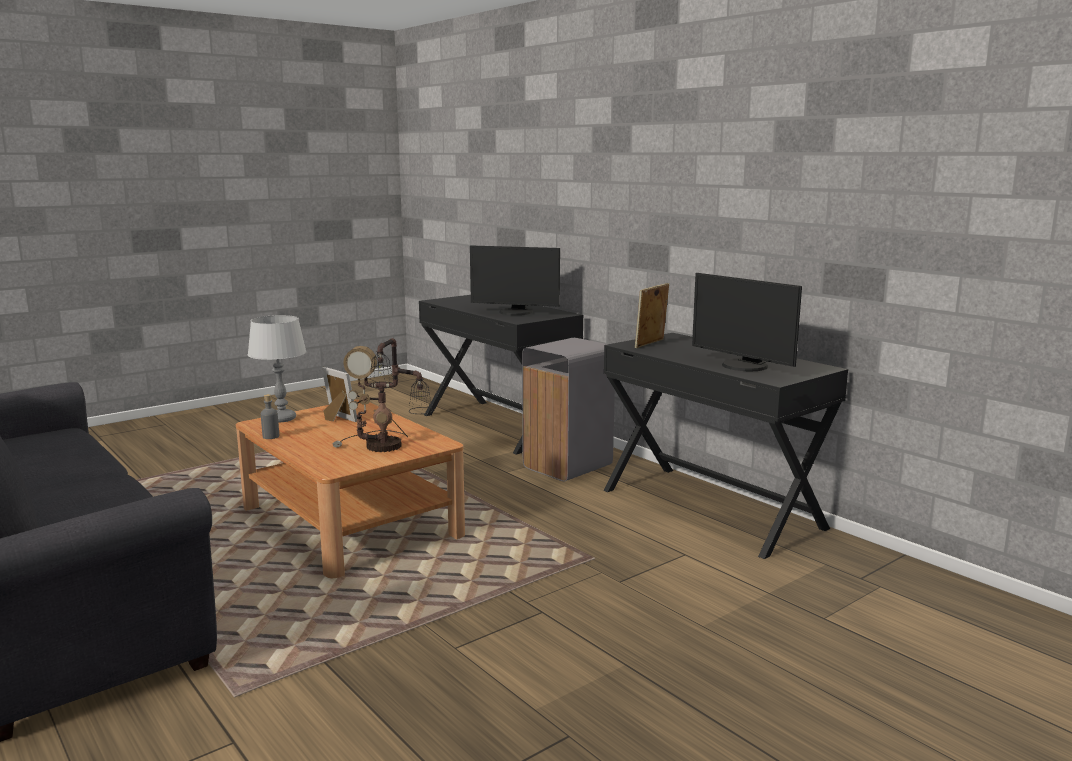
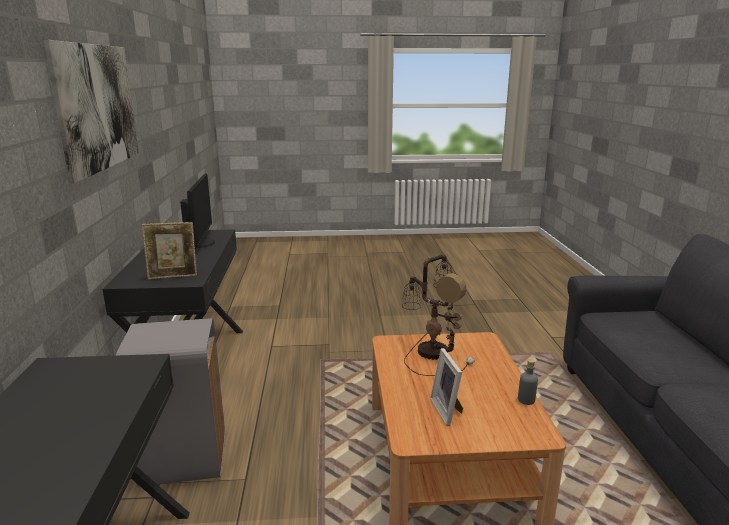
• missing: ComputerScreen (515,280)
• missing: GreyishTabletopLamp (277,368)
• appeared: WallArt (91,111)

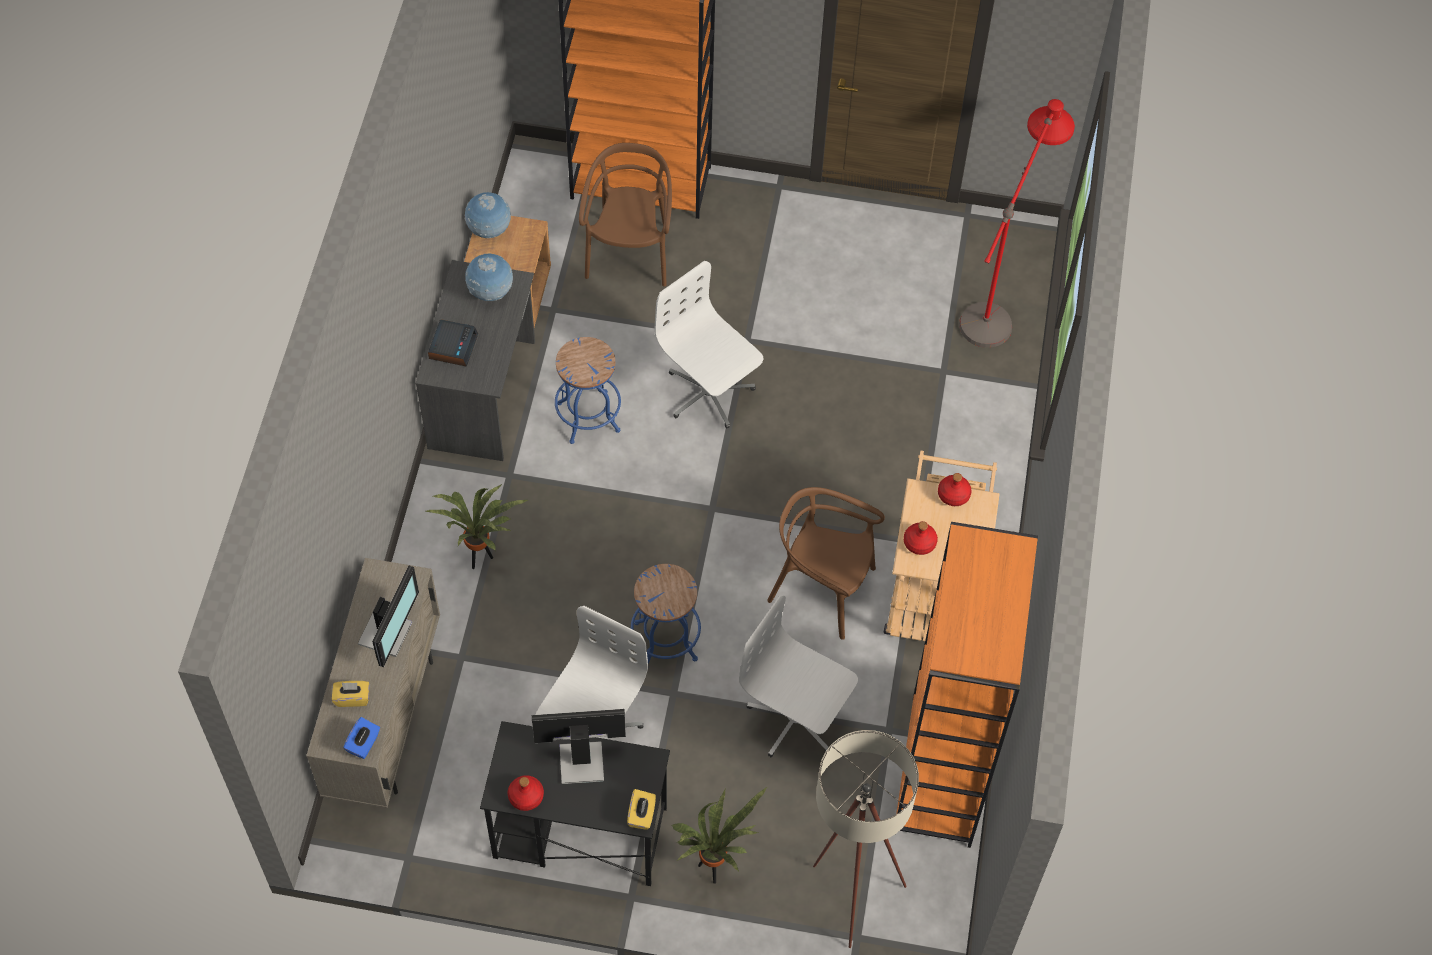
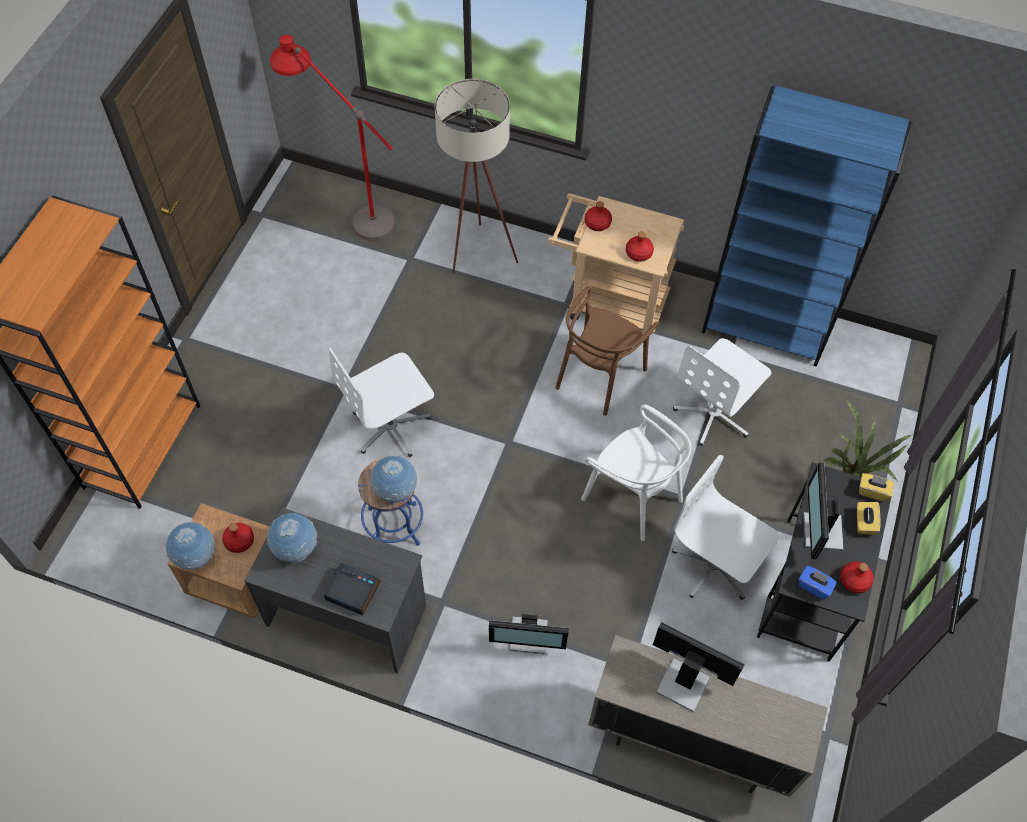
• missing: BrownishUprightChair (625,215)
• exchanged: PottedPlant (477,526) to ComputerScreen (529,634)
• colour: OrangeyShelvingUnit (966,685) to BlueColouredShelvingUnit (807,226)
• exchanged: BlueColouredSittingStool (666,614) to WhiteUprightChair (636,472)
• relocated: YellowishTissueBox (350,694) to (868,518)
• relocated: BlueColouredTissueBox (361,738) to (818,582)
• relocated: BeigeColouredStandardLamp (866,839) to (476,176)
• appeared: WorldGlobe (393,479)
• appeared: RedColouredBeverageBottle (238,538)

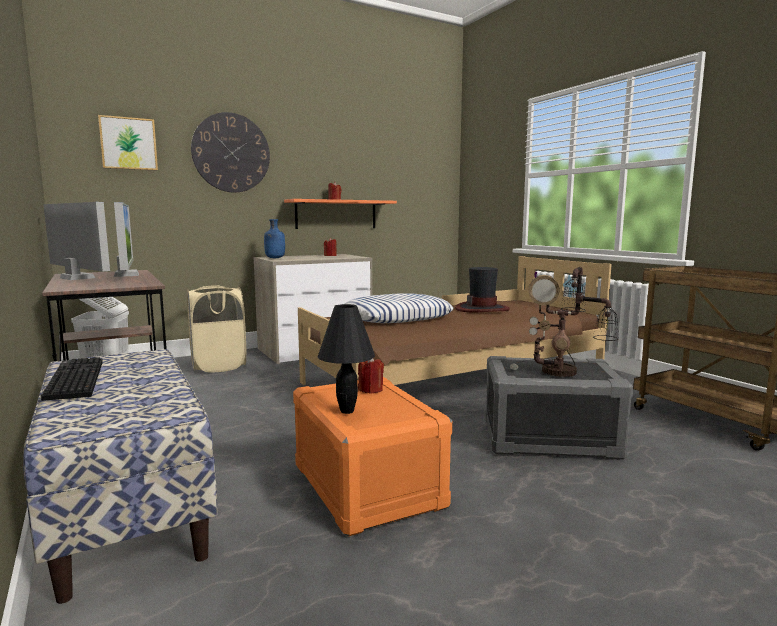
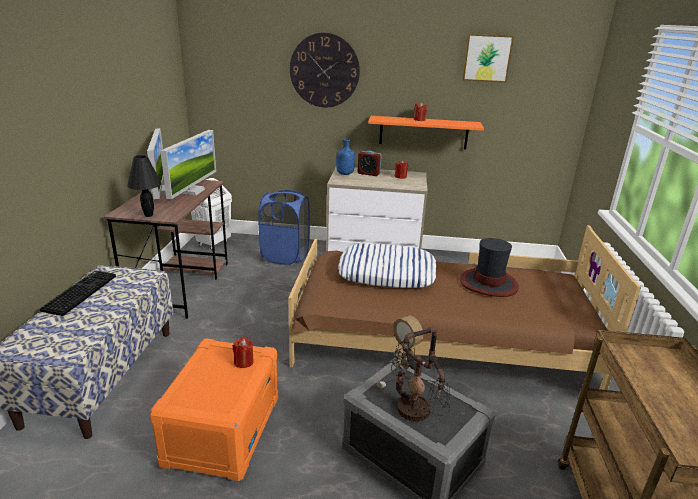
• relocated: WallArt (128,143) to (488,58)
• colour: BeigeColouredLaundryBasket (216,329) to BlueColouredLaundryBasket (284,227)
• relocated: BlackTabletopLamp (346,359) to (144,186)
• appeared: BedsideClock (369,163)

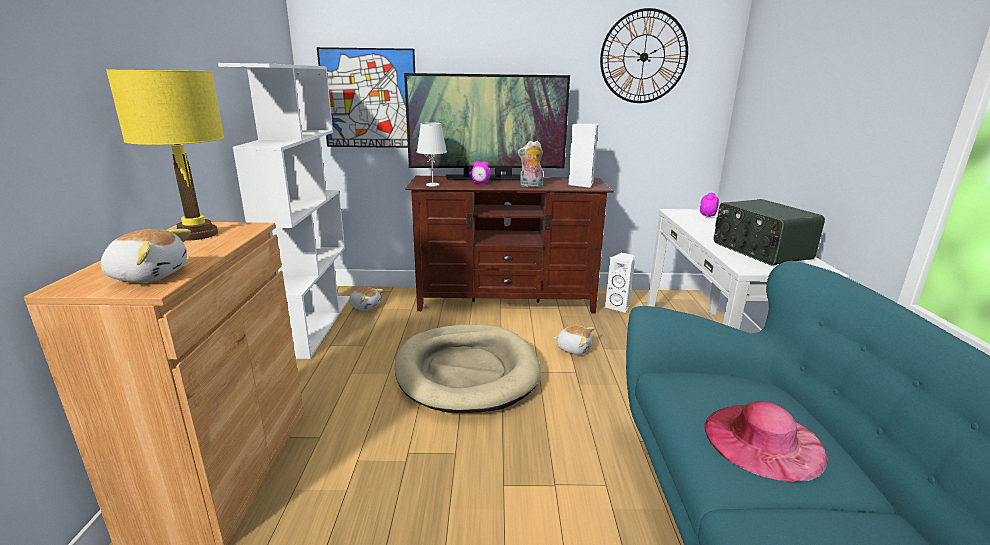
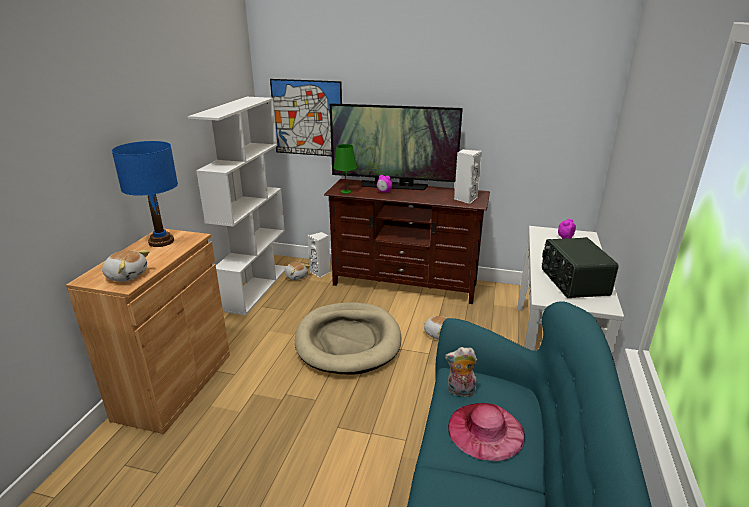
• missing: HangingClock (644,55)
• colour: YellowishTabletopLamp (165,155) to BlueColouredTabletopLamp (145,194)
• colour: WhiteTabletopLamp (432,155) to GreenColouredTabletopLamp (345,169)
• relocated: PlushToy (530,164) to (461,372)
• relocated: WhiteLoudspeaker (620,283) to (319,255)

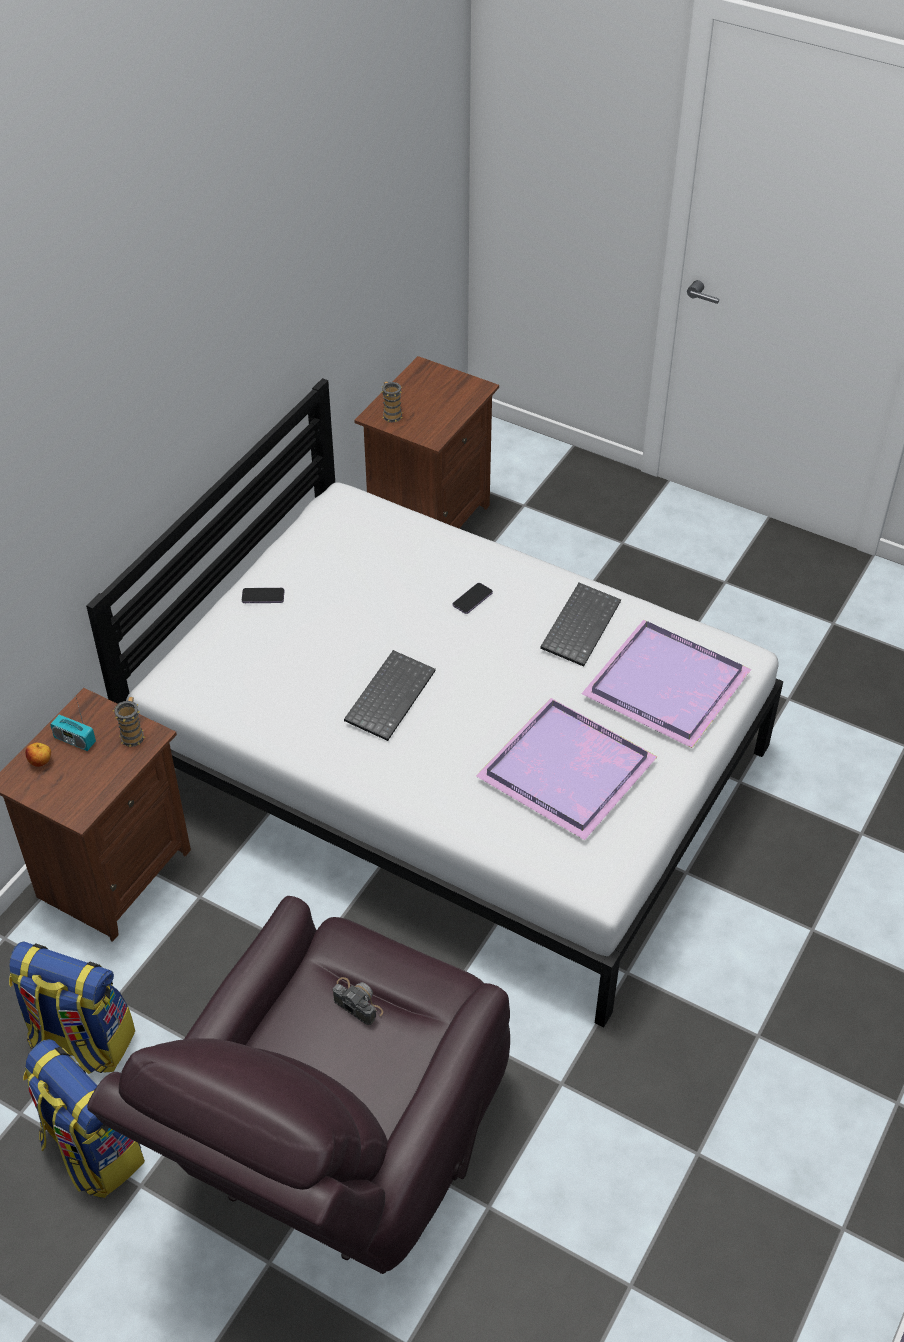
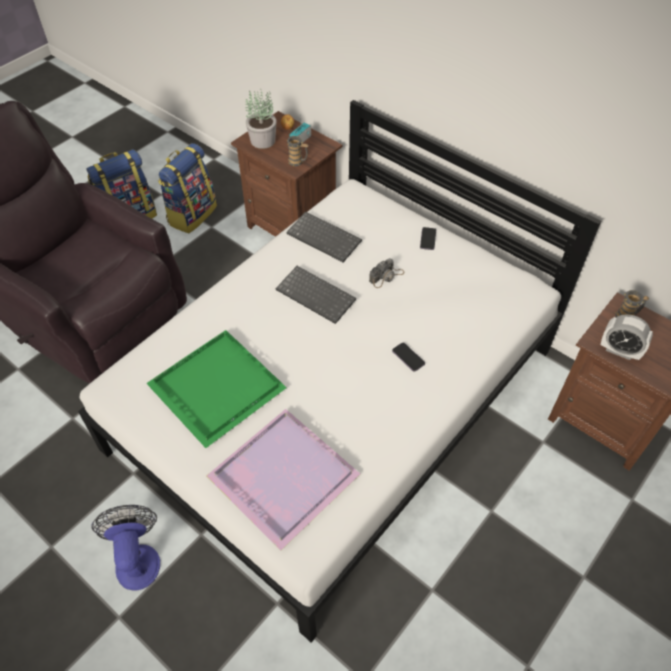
• relocated: PcKeyboard (580,625) to (324,237)
• colour: PurplishServingTray (566,769) to GreenColouredServingTray (216,389)
• relocated: StillCamera (358,1001) to (387,273)
• appeared: PottedPlant (261,119)
• appeared: BedsideClock (627,337)
• appeared: CoolingFan (125,547)

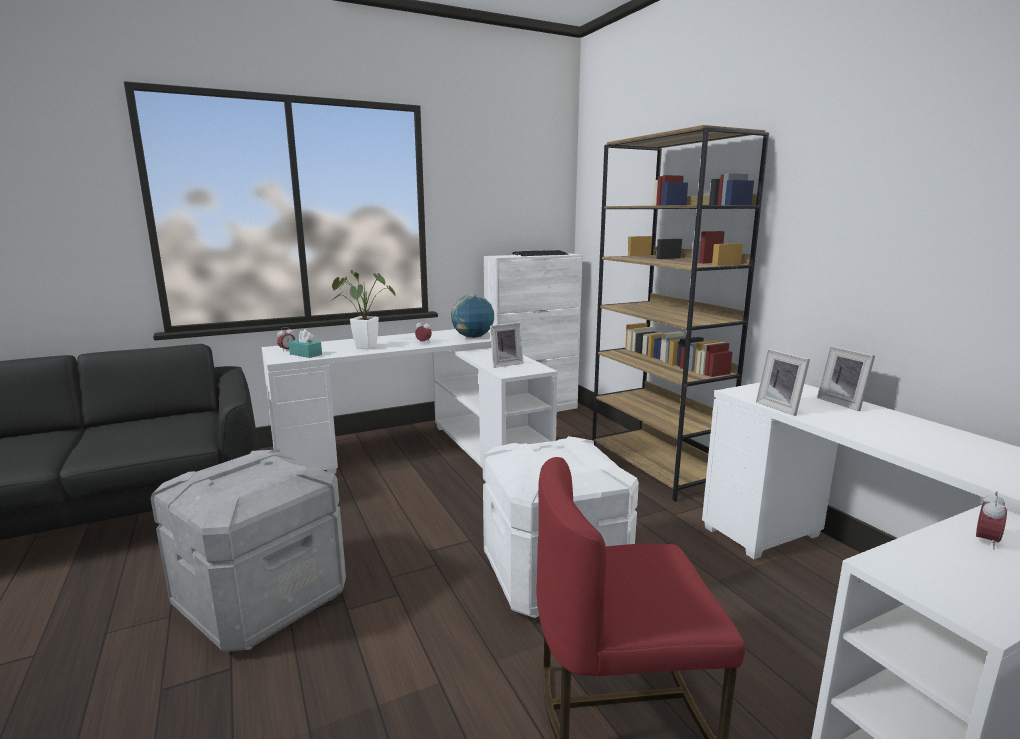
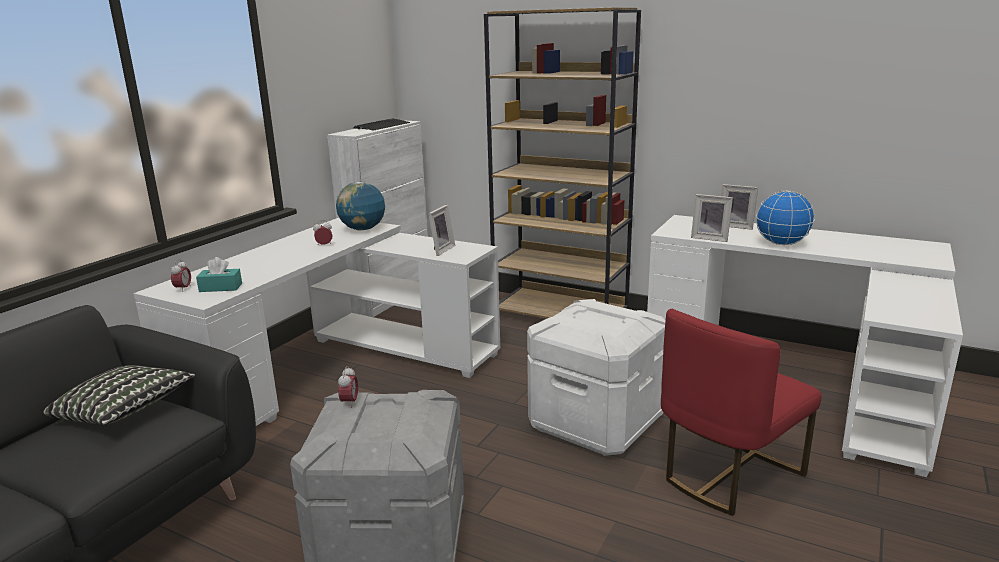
• missing: PottedPlant (363,309)
• relocated: BedsideClock (991,520) to (348,387)
• appeared: WorldGlobe (785,217)
• appeared: Pillow (119,395)

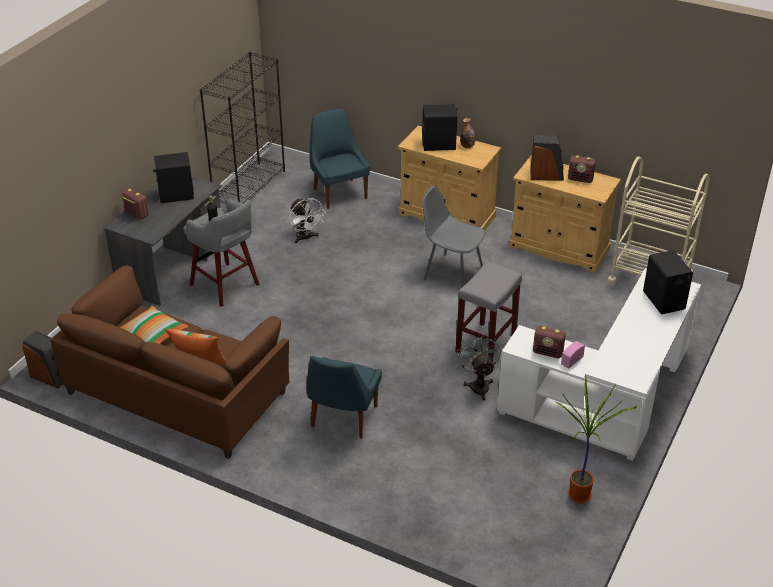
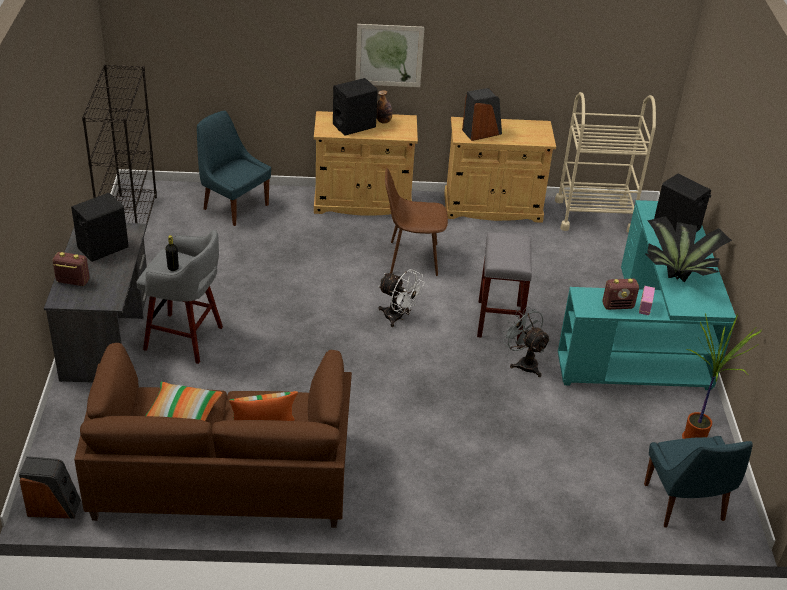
• missing: RadioSet (582,169)
• colour: GreyishUprightChair (454,236) to BrownishUprightChair (416,222)
• relocated: WhiteCoolingFan (307,220) to (401,298)
• colour: WhiteDeskTable (599,364) to TurquoiseColouredDeskTable (647,295)
• relocated: BlueColouredUprightChair (344,397) to (698,482)
• appeared: WallArt (389,55)
• appeared: PottedPlant (689,249)

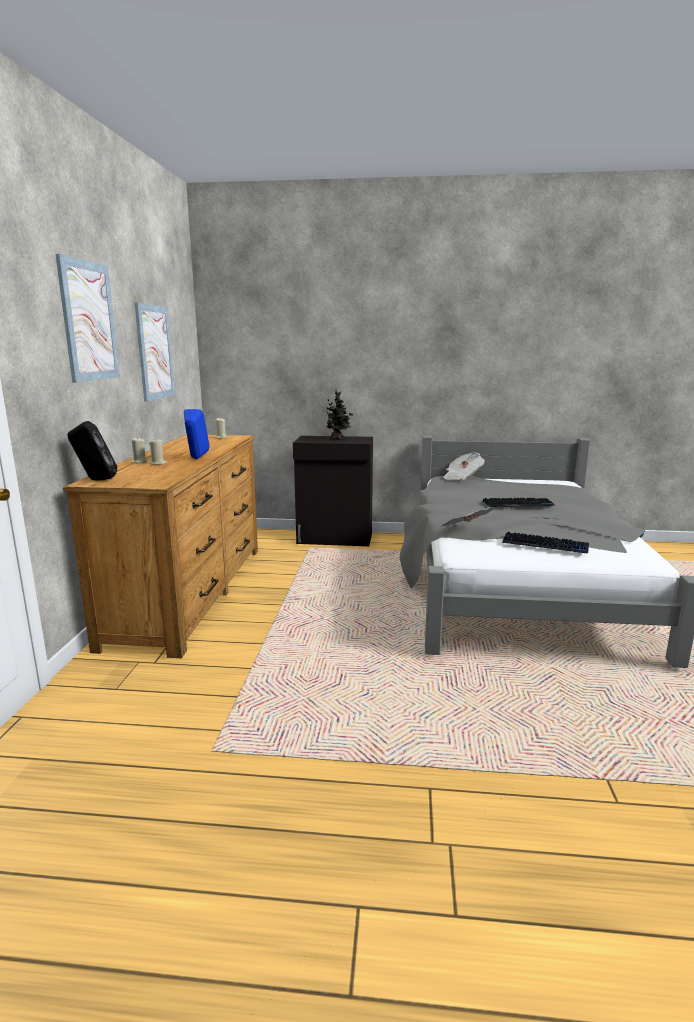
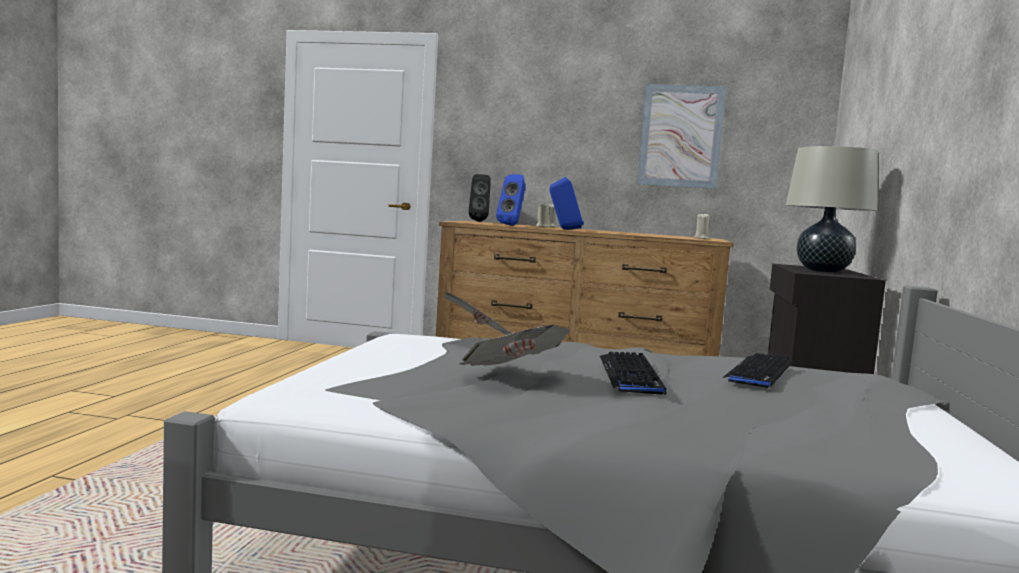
• missing: WallArt (87,318)
• exchanged: PottedPlant (338,414) to BeigeColouredTabletopLamp (832,209)
• relocated: PrintedPaper (464,466) to (514,345)
• relocated: PcKeyboard (545,542) to (757,370)
• appeared: BlueColouredLoudspeaker (510,200)

